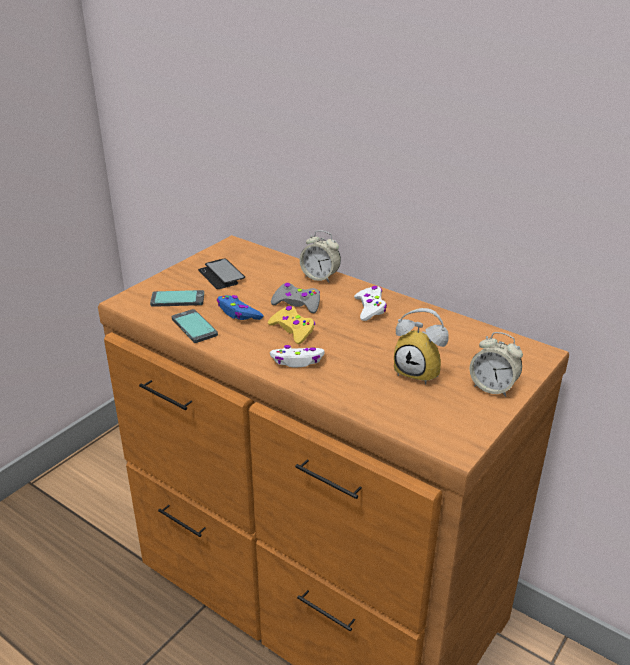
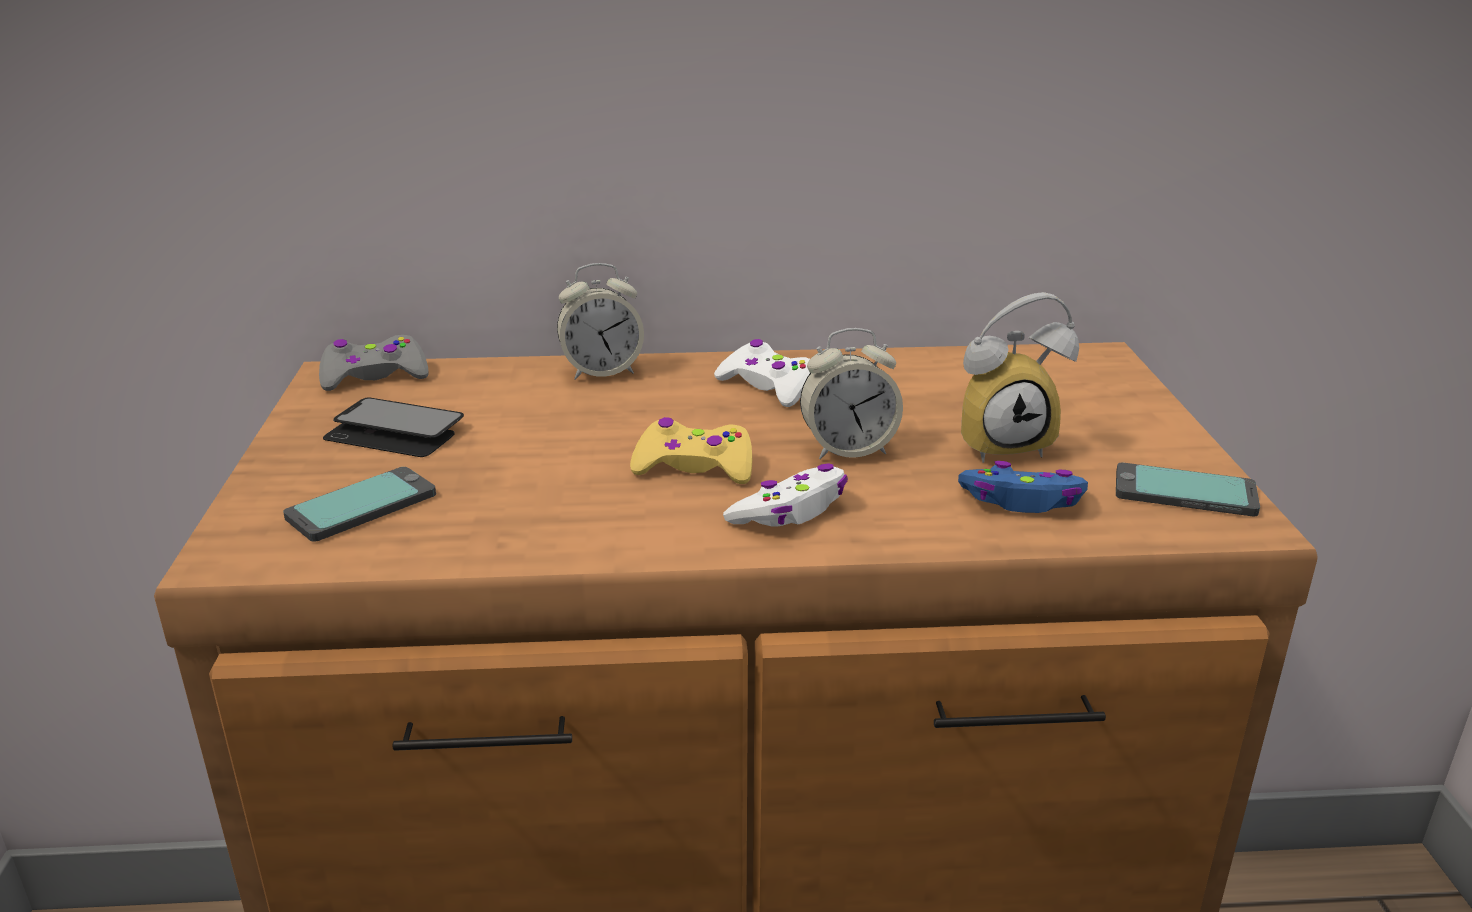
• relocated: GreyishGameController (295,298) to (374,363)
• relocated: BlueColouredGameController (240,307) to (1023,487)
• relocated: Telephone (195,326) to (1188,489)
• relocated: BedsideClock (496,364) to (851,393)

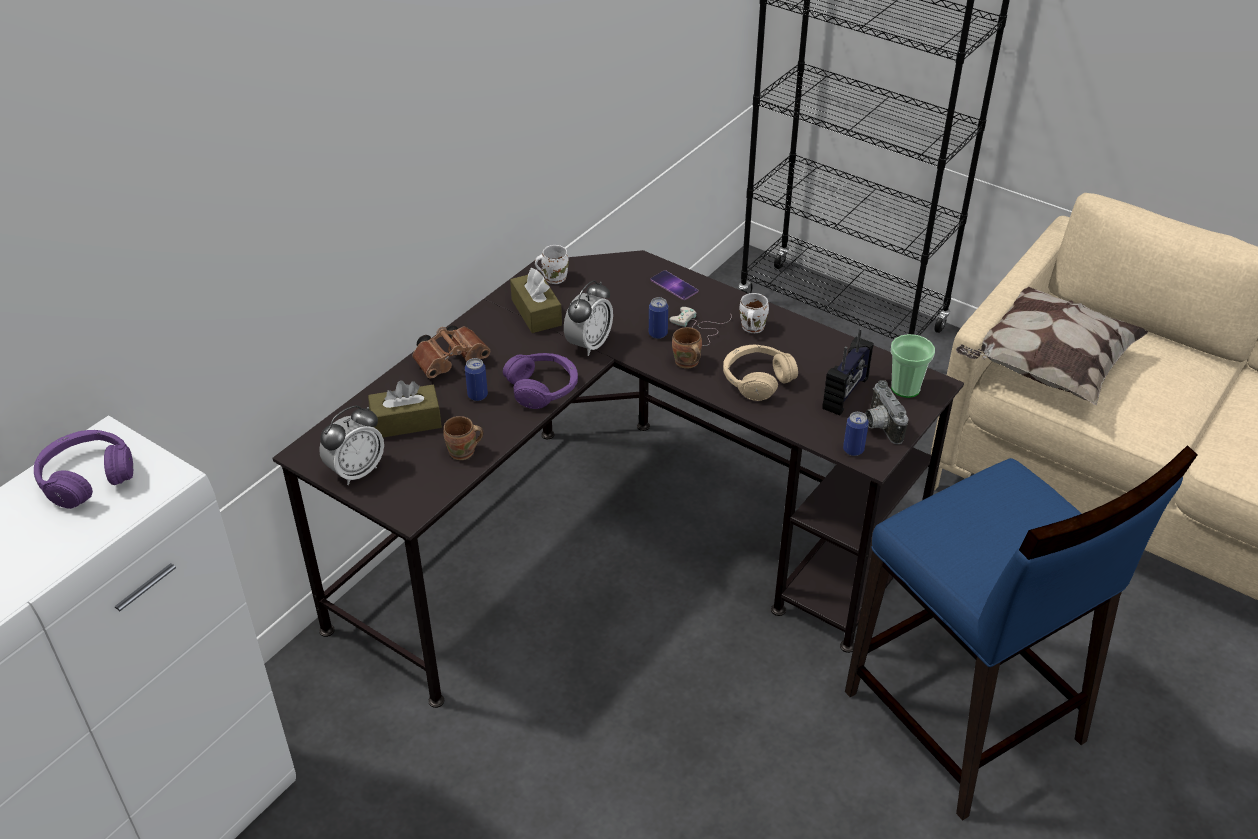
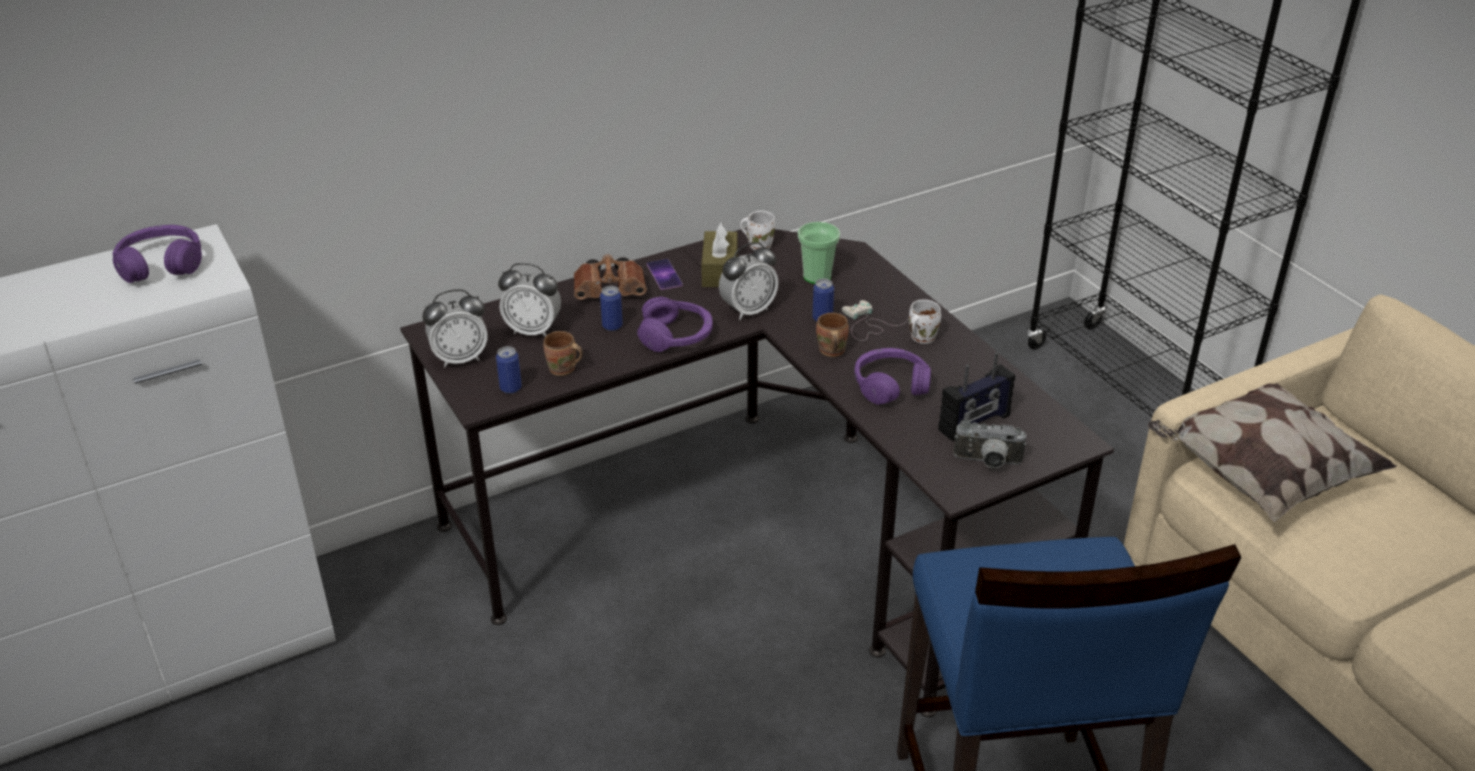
• relocated: Telephone (674,285) to (665,274)
• relocated: DrinkingCup (913,366) to (819,253)
• colour: BeigeColouredHeadphones (760,373) to PurplishHeadphones (893,376)
• exchanged: BrownishTissueBox (405,409) to BedsideClock (529,300)
• spun: StillCamera (886,412) = (990,444) 90 degrees counterclockwise
• relocated: SealedCan (856,434) to (509,370)

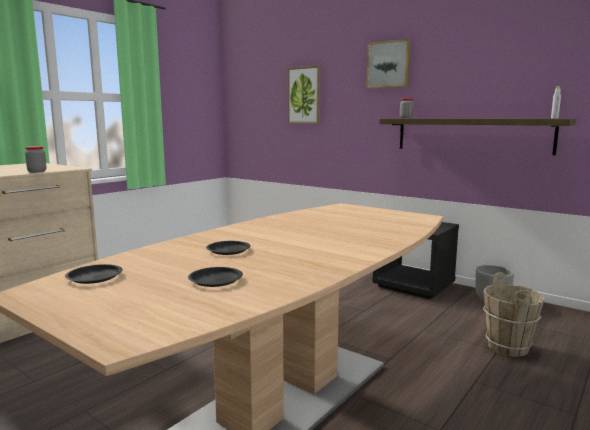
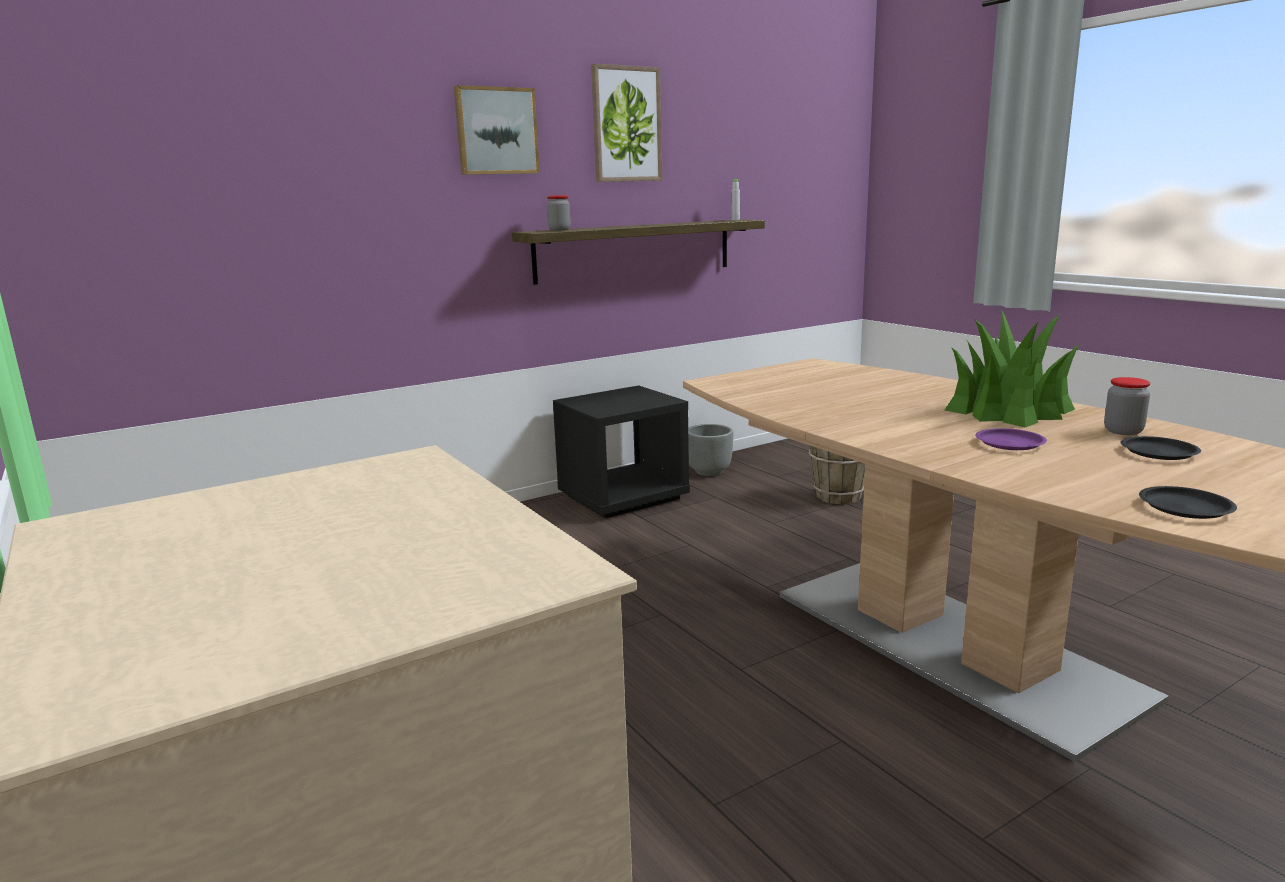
• relocated: WallArt (304,94) to (626,123)
• relocated: PreserveJar (35,159) to (1127,406)
• colour: BlackPlate (228,248) to PurplishPlate (1011,439)
• appeared: PottedPlant (1012,369)

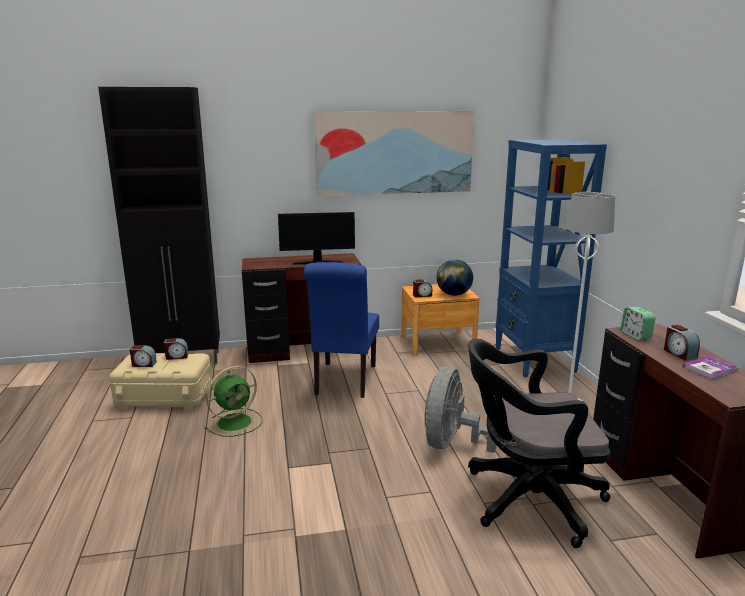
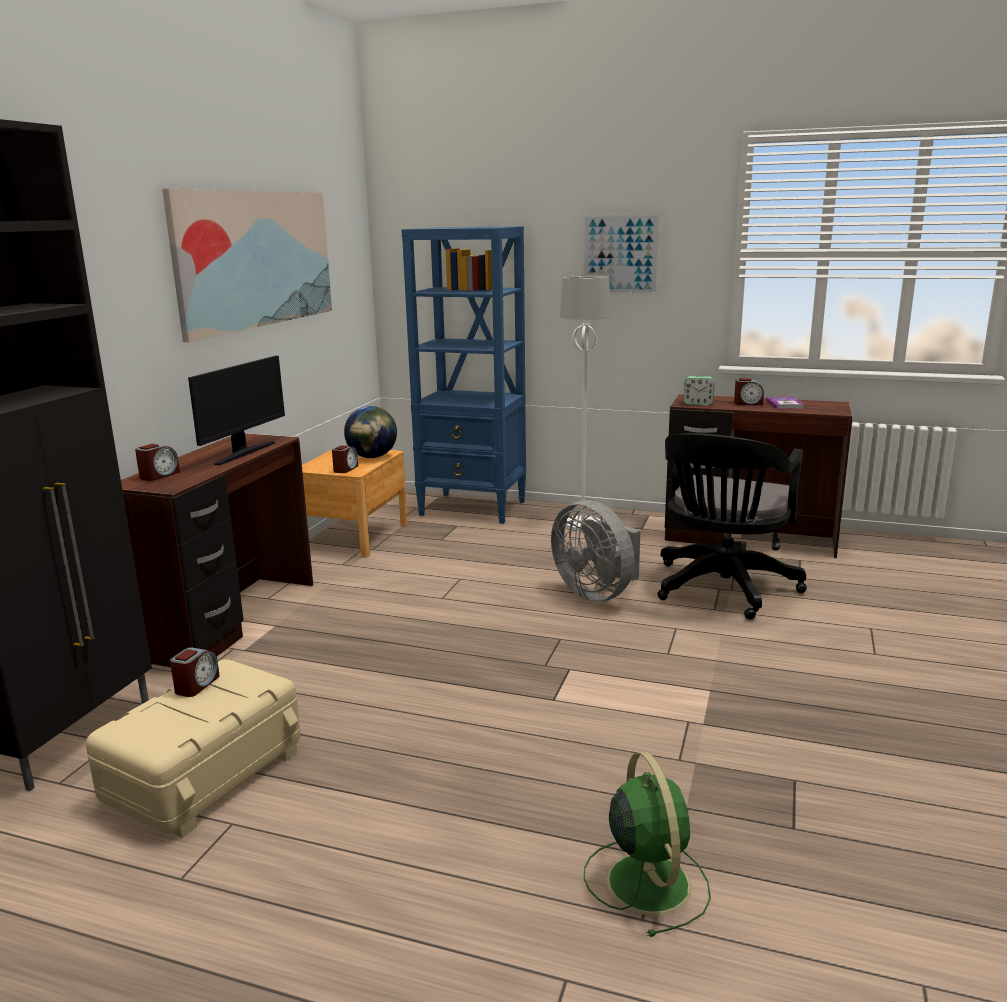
• missing: BlueColouredUprightChair (341,330)
• relocated: BedsideClock (143,356) to (157,462)
• relocated: GreenColouredCoolingFan (233,401) to (647,844)
• appeared: WallArt (621,254)

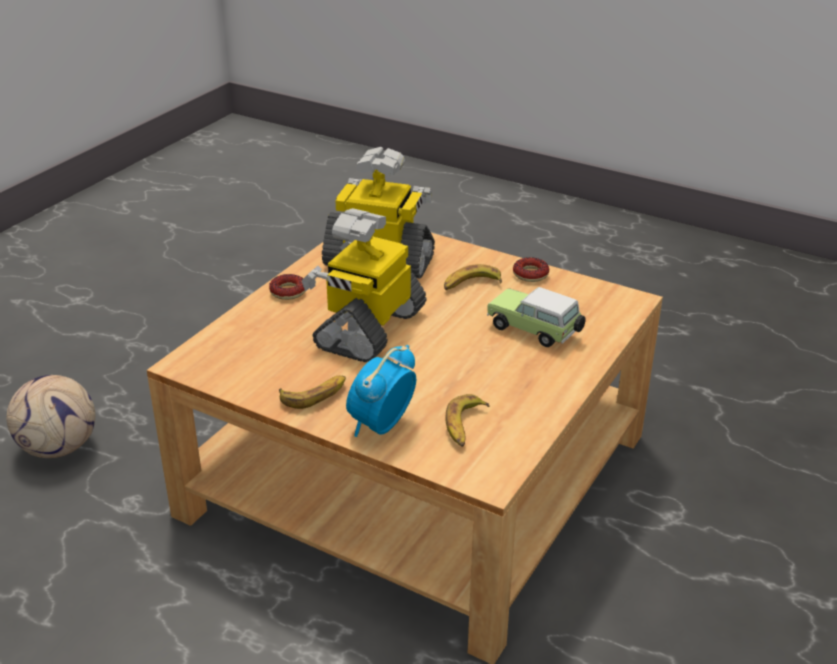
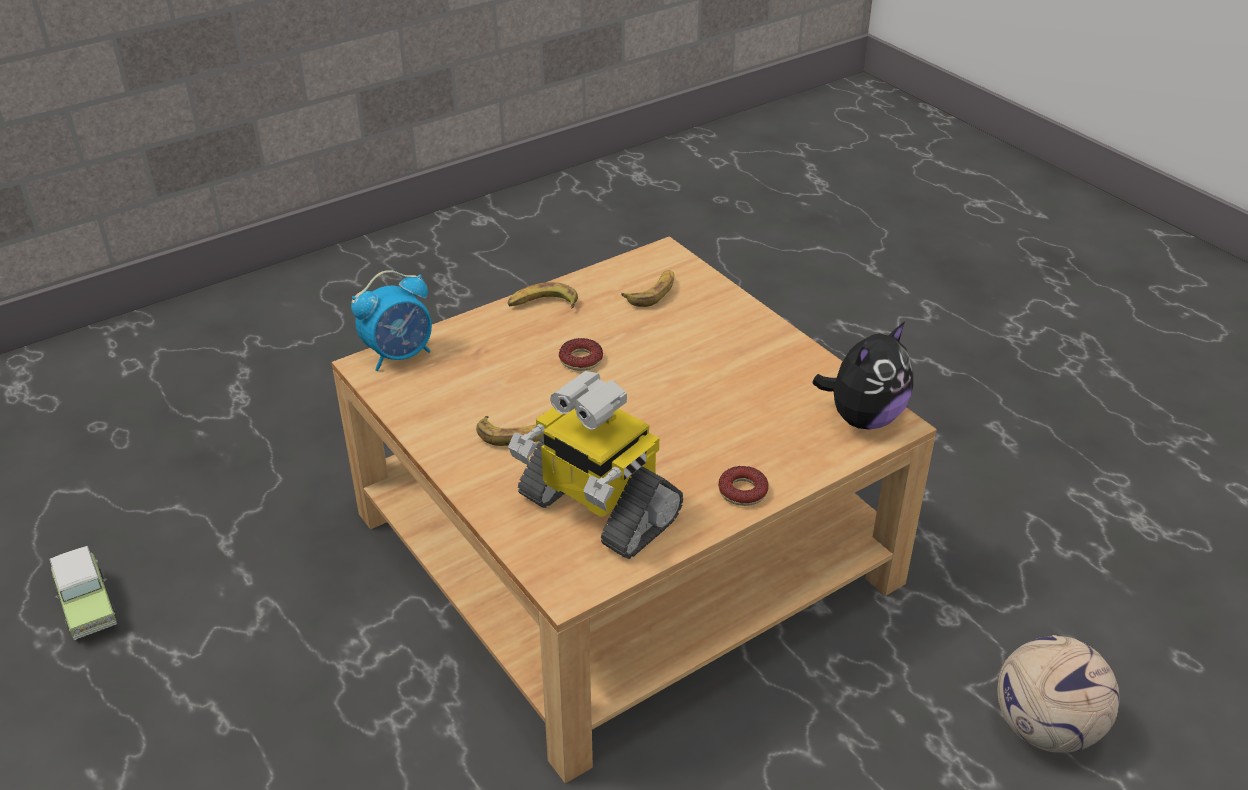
• missing: RobotFigure (364,285)
• relocated: RingDoughnut (531,269) to (581,354)
• relocated: ModelCar (536,317) to (83,593)
• relocated: BedsideClock (381,391) to (391,320)
• relocated: Banana (312,392) to (543,295)
• appeared: PlushToy (862,375)

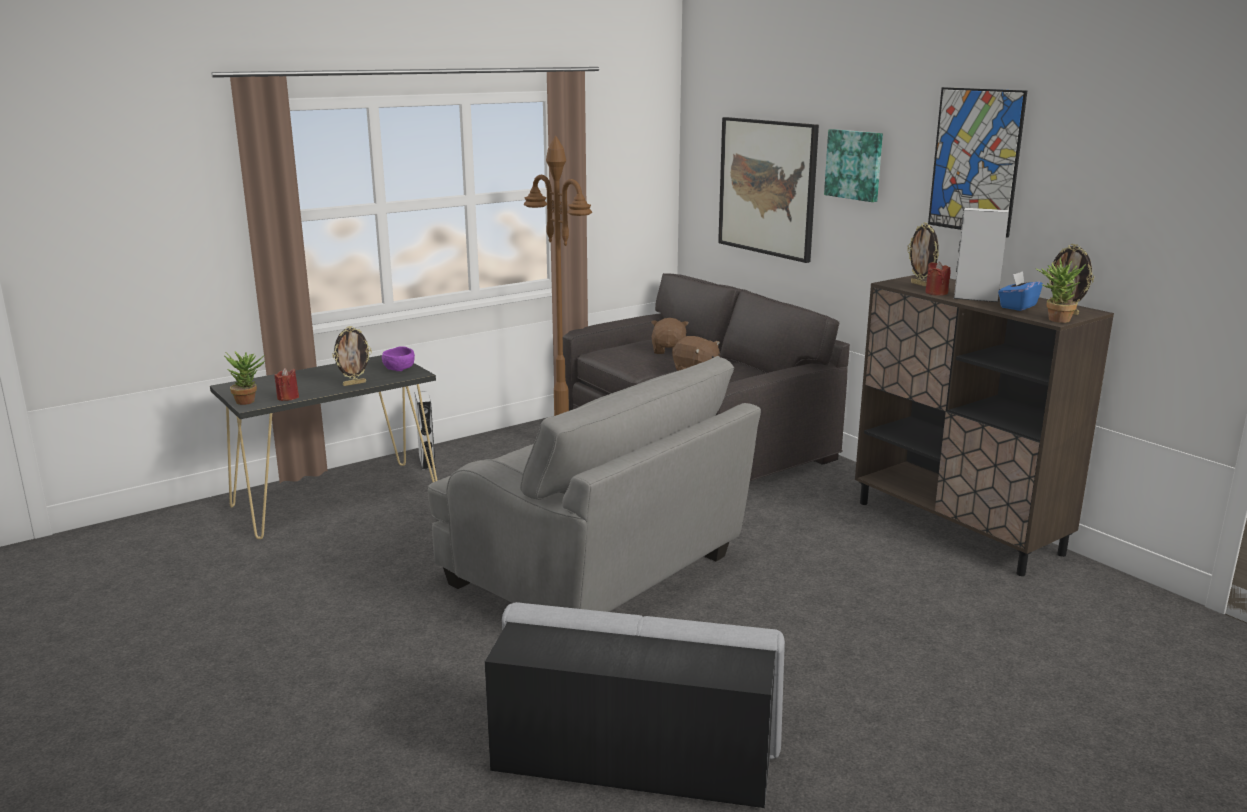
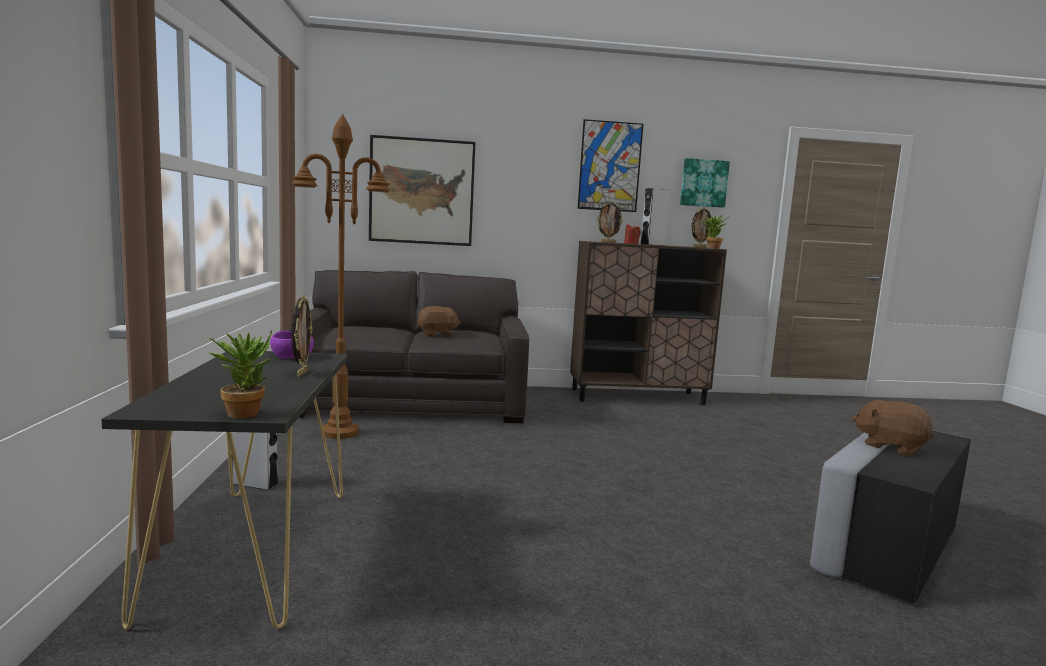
• relocated: WallArt (853,165) to (705,183)
• missing: BlueColouredTissueBox (1020,291)
• relocated: BrownishPlushToy (670,336) to (893,428)
• missing: GreyishArmchair (594,484)
• missing: RedColouredCandle (287,384)

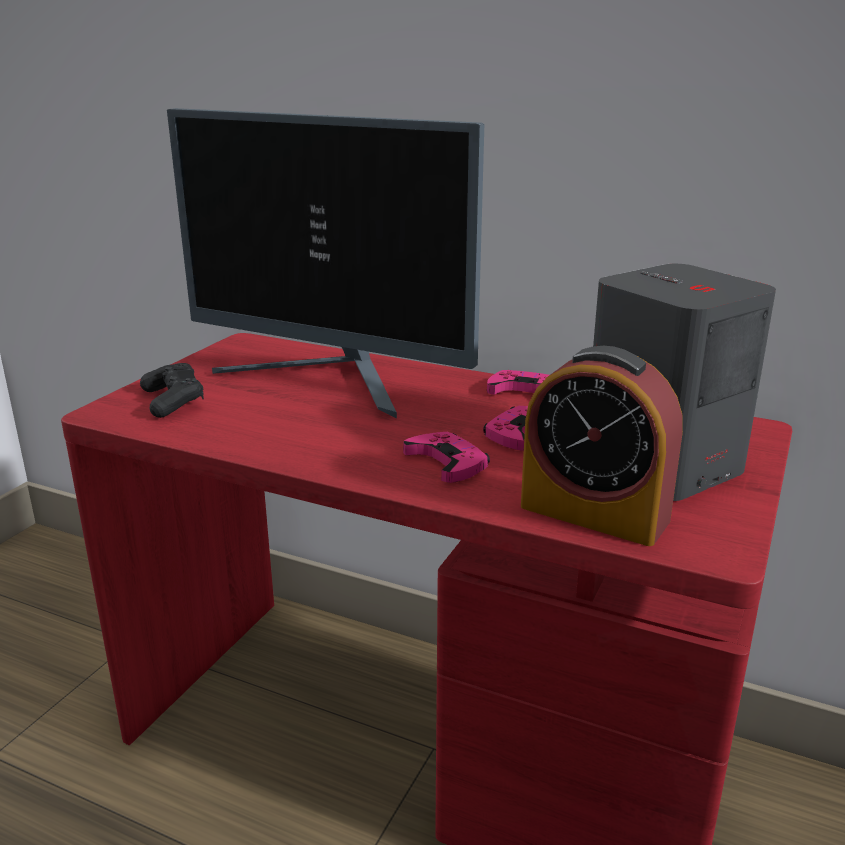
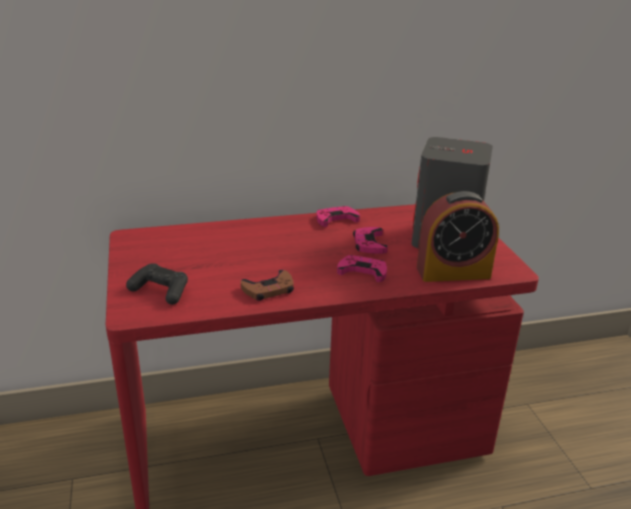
• missing: ComputerScreen (325,263)
• appeared: BrownishGameController (267,285)

